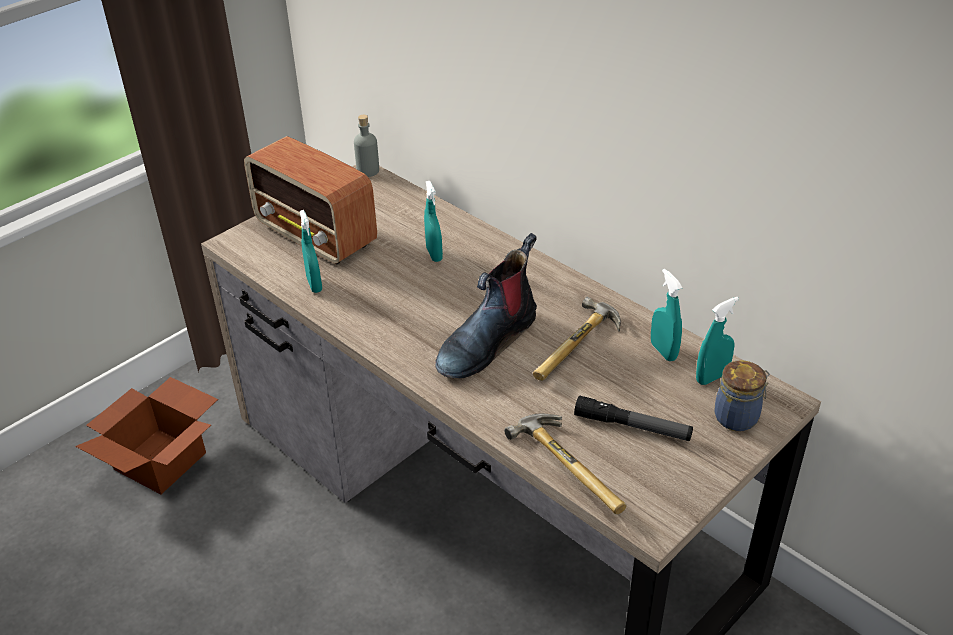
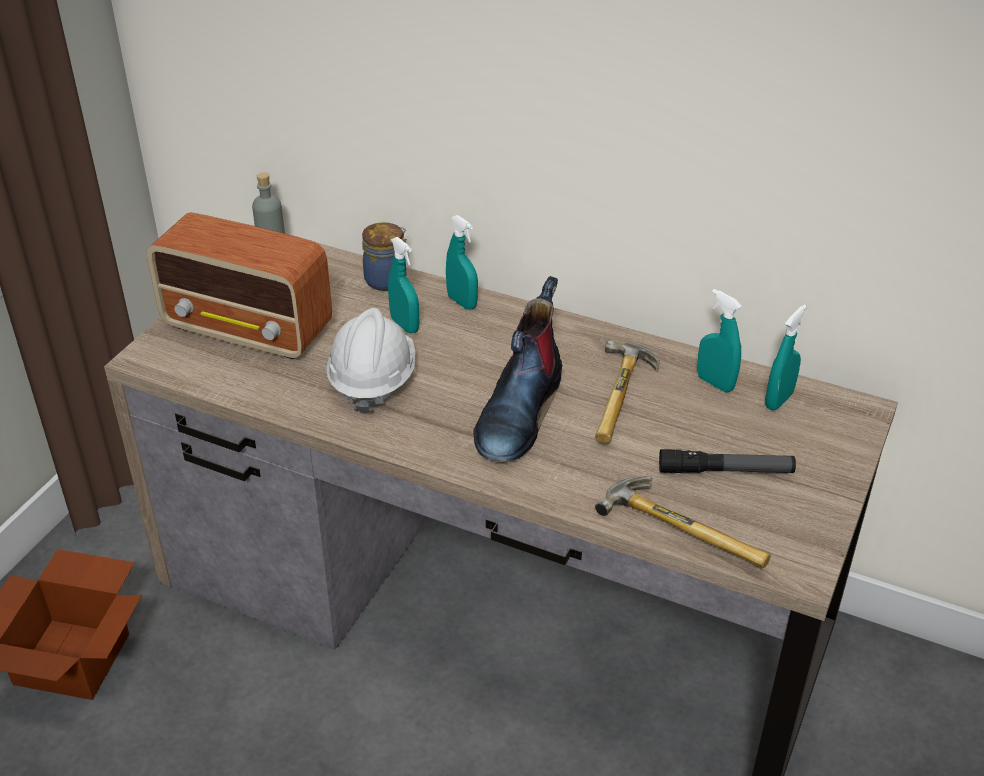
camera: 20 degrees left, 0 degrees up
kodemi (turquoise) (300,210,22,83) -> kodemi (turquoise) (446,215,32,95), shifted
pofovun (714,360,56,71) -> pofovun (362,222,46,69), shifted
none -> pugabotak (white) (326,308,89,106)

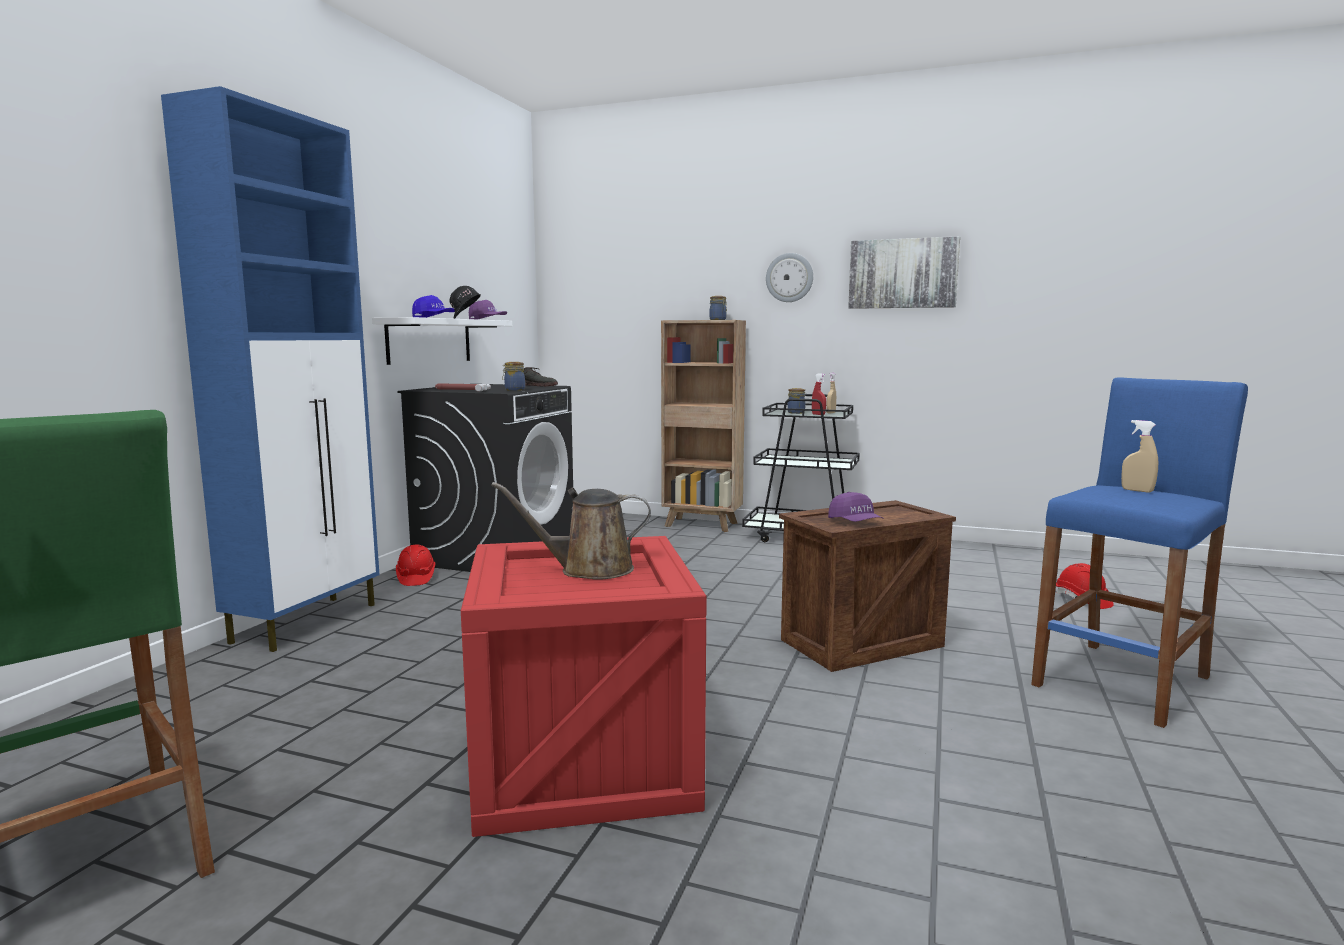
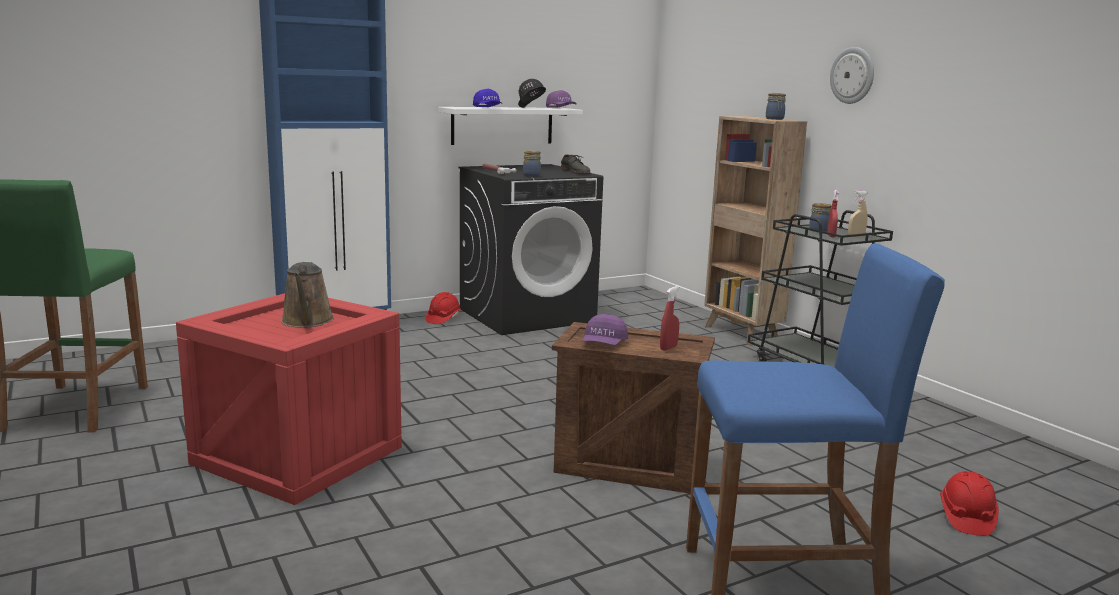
camera: 40 degrees right, 5 degrees up
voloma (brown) (491,482,160,98) -> voloma (brown) (281,261,53,67), 135 degrees counterclockwise
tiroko (848,236,112,73) -> none
kodemi (beige) (1121,420,38,73) -> none
none -> kodemi (red) (660,286,19,65)

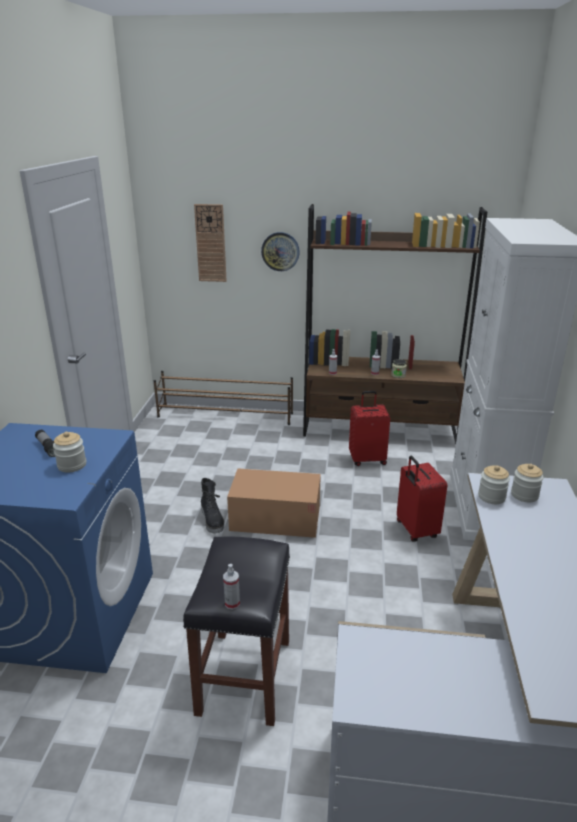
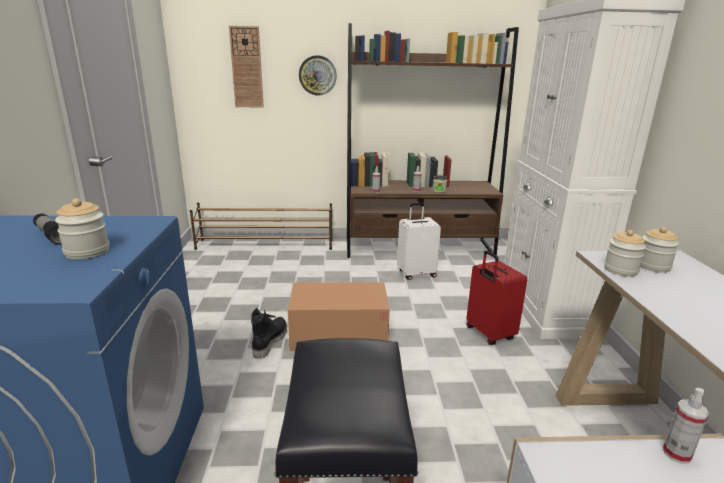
camera: 10 degrees left, 5 degrees down
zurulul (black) (201,478,23,56) -> zurulul (black) (251,308,36,51), 135 degrees counterclockwise
kodemi (223,564,17,46) -> kodemi (663,388,46,76), shifted
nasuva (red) (349,391,41,75) -> nasuva (white) (397,203,44,77)

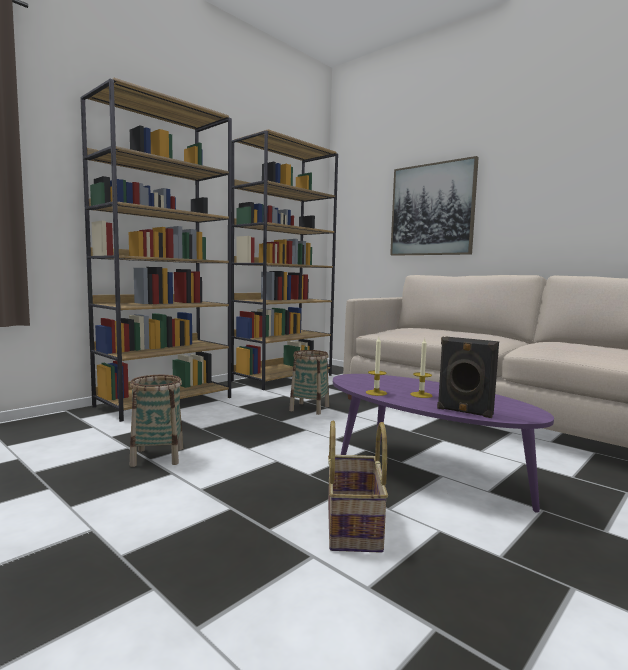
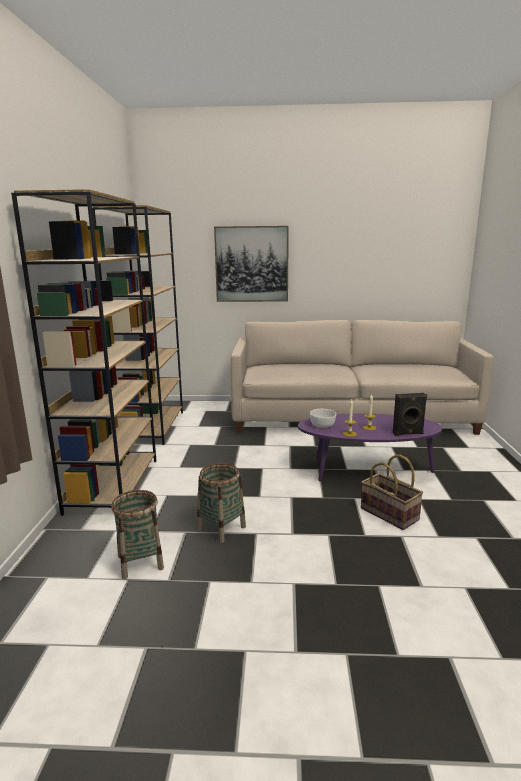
camera: 40 degrees left, 10 degrees up
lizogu (289,350,40,65) -> lizogu (111,490,53,89), shifted
none -> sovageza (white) (310,409,26,19)

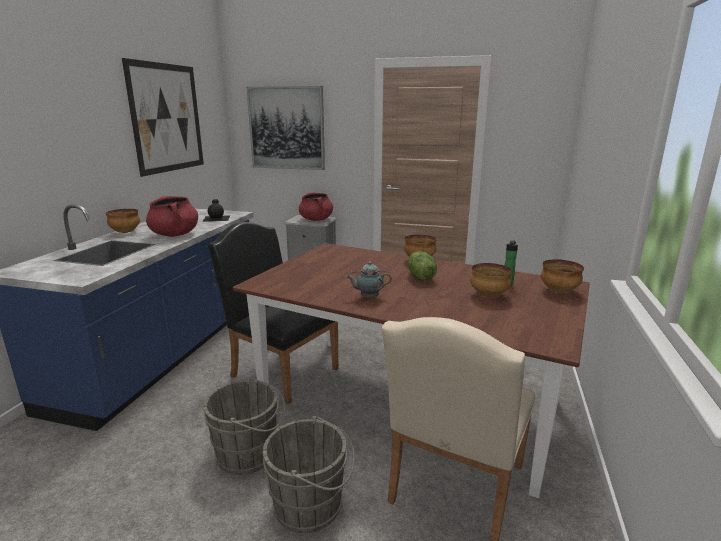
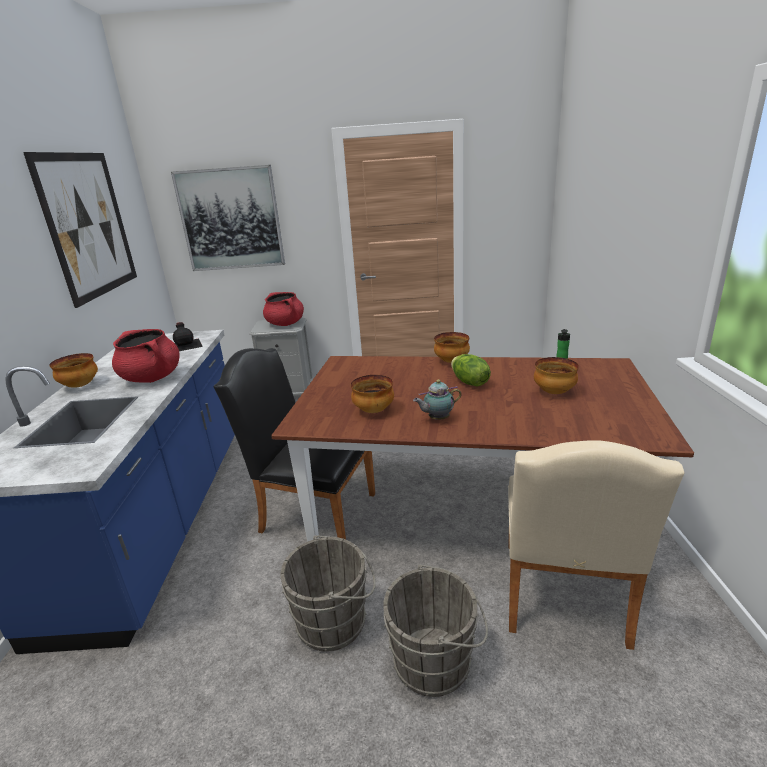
camera: 15 degrees left, 5 degrees up
sovageza (541,259,43,34) -> sovageza (351,375,43,38), shifted

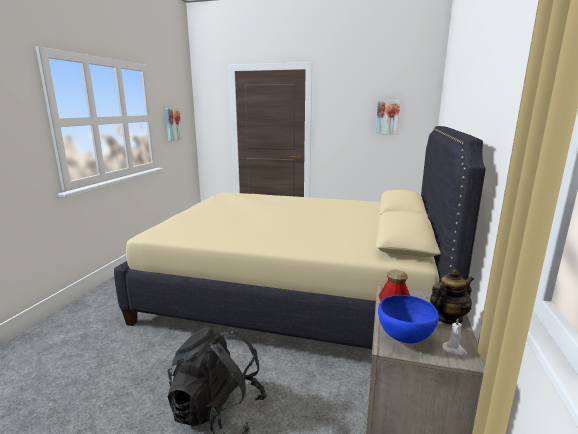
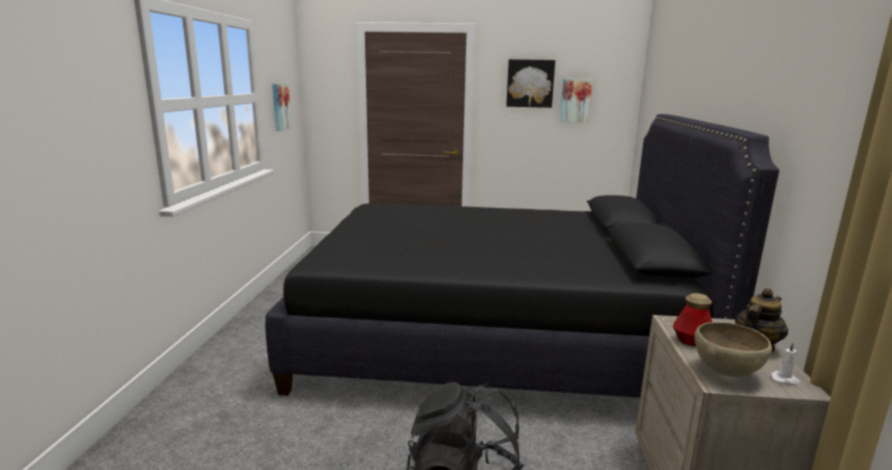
camera: 10 degrees left, 0 degrees up
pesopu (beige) (114,126,372,223) -> pesopu (black) (265,114,514,284)
sovageza (blue) (378,295,61,48) -> sovageza (brown) (694,322,78,55)
none -> tiroko (506,59,49,49)

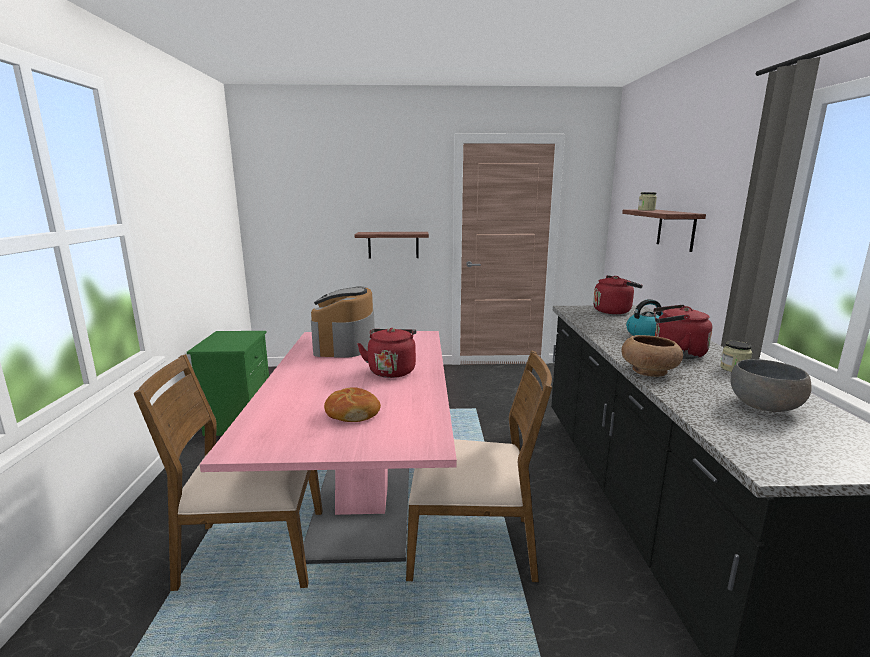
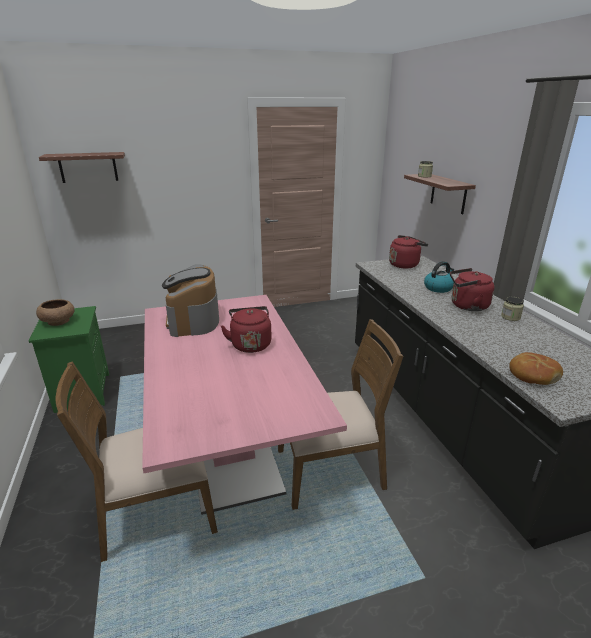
camera: 15 degrees left, 10 degrees up
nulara (324,387,57,35) -> nulara (509,352,54,33), shifted
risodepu (355,232,74,26) -> risodepu (39,152,86,31), shifted
sovageza (brown) (621,335,62,42) -> sovageza (brown) (36,299,39,27), shifted
sovageza (grey) (730,359,82,53) -> none

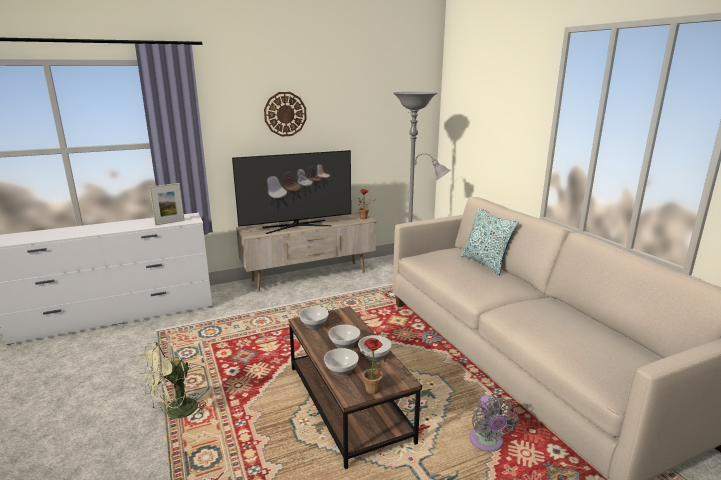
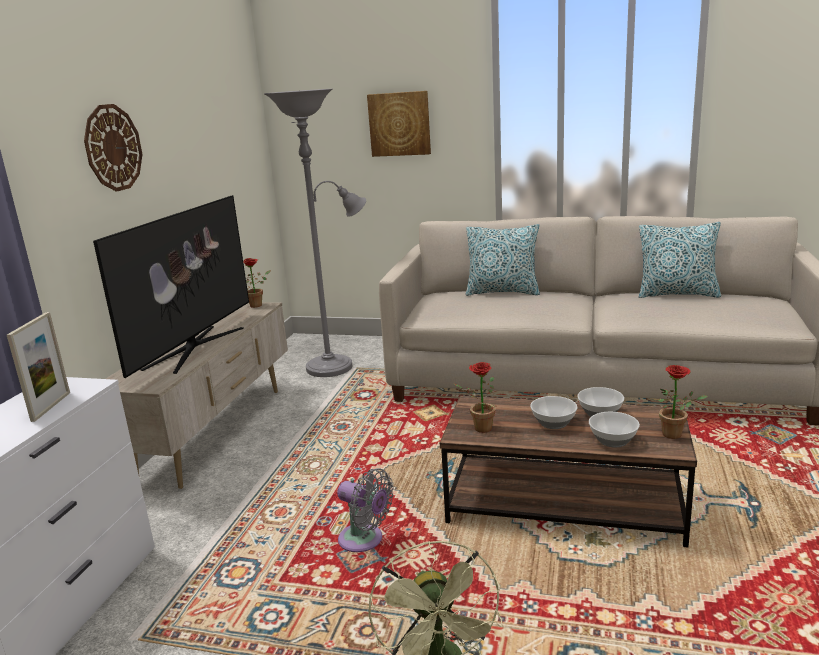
camera: 50 degrees left, 0 degrees up
sovageza (299,307,30,22) -> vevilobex (453,362,43,71)
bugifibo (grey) (469,395,50,57) -> bugifibo (grey) (337,468,57,84), shifted
none -> tiroko (367,91,64,66)
none -> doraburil (639,222,82,76)

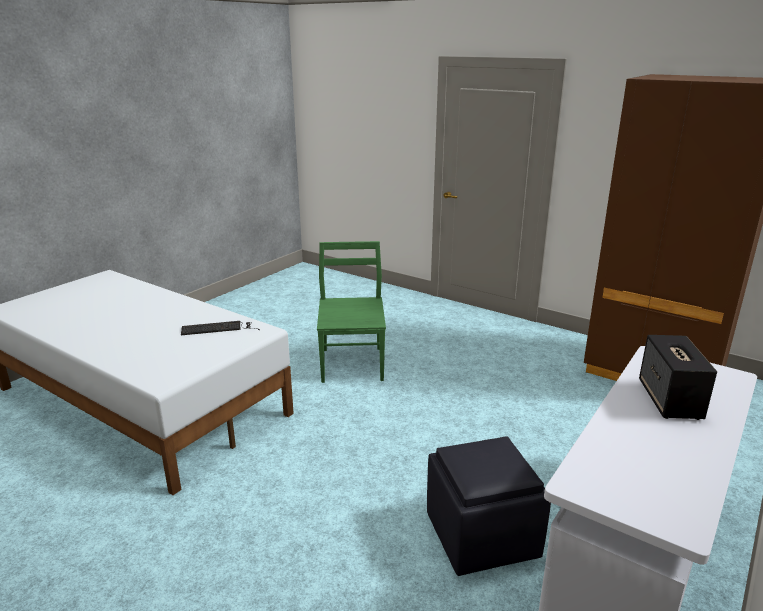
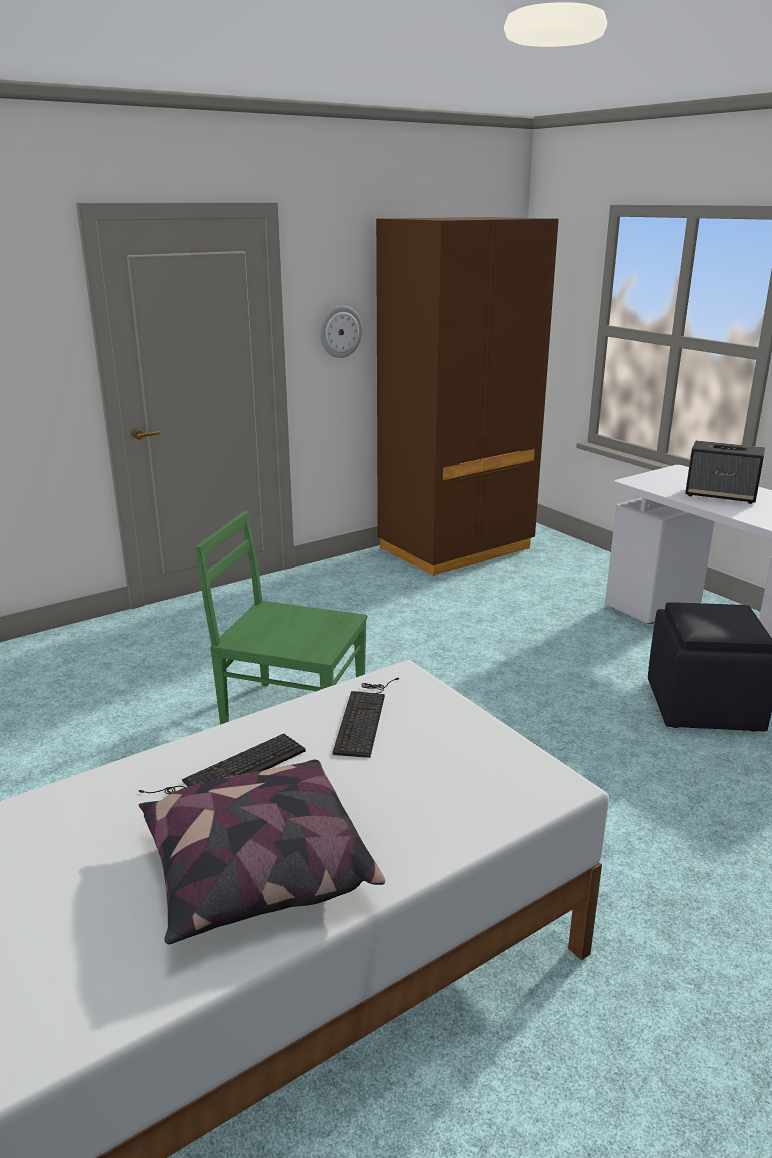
camera: 70 degrees left, 0 degrees up
none -> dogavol (138,734,168,61)
none -> doraburil (139,760,246,184)
none -> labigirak (320,306,43,52)

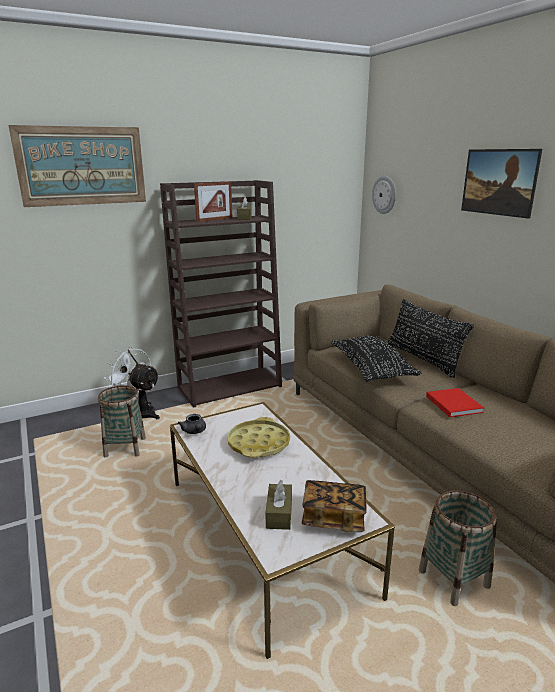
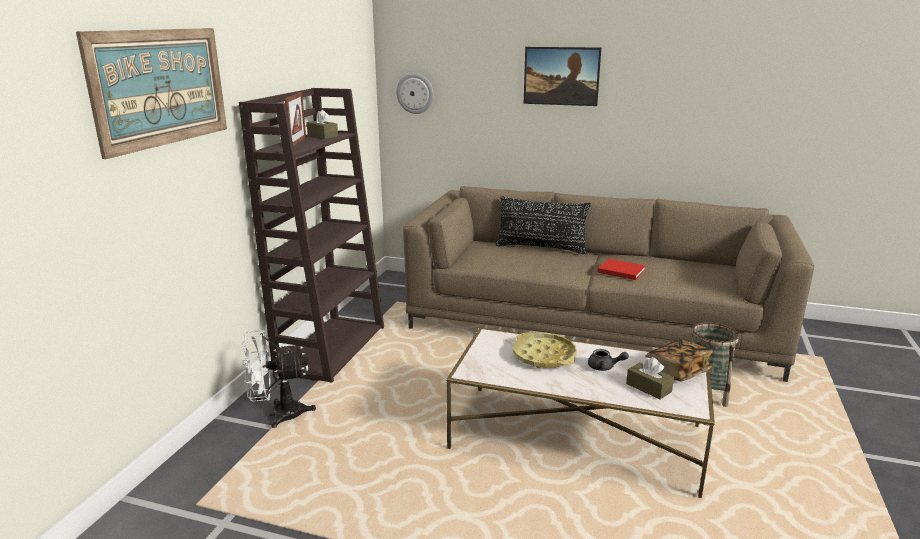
camera: 45 degrees left, 0 degrees up
lizogu (98,385,48,73) -> none
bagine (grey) (178,414,28,20) -> bagine (grey) (588,349,41,22), shifted
doraburil (black) (331,336,91,46) -> none

